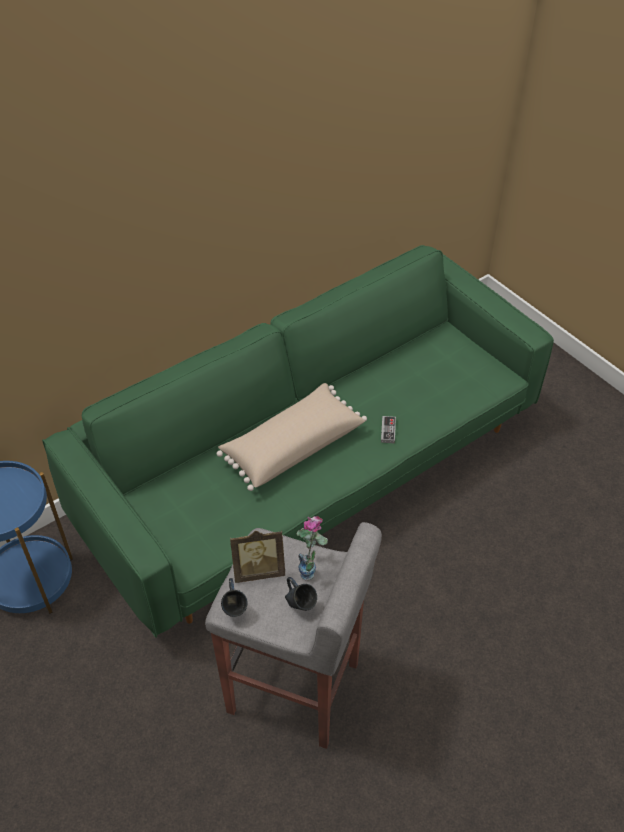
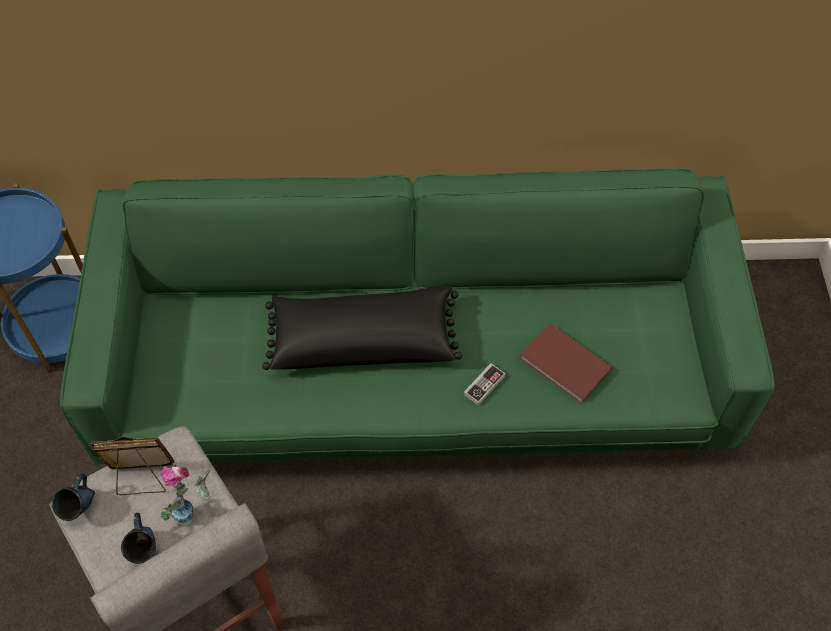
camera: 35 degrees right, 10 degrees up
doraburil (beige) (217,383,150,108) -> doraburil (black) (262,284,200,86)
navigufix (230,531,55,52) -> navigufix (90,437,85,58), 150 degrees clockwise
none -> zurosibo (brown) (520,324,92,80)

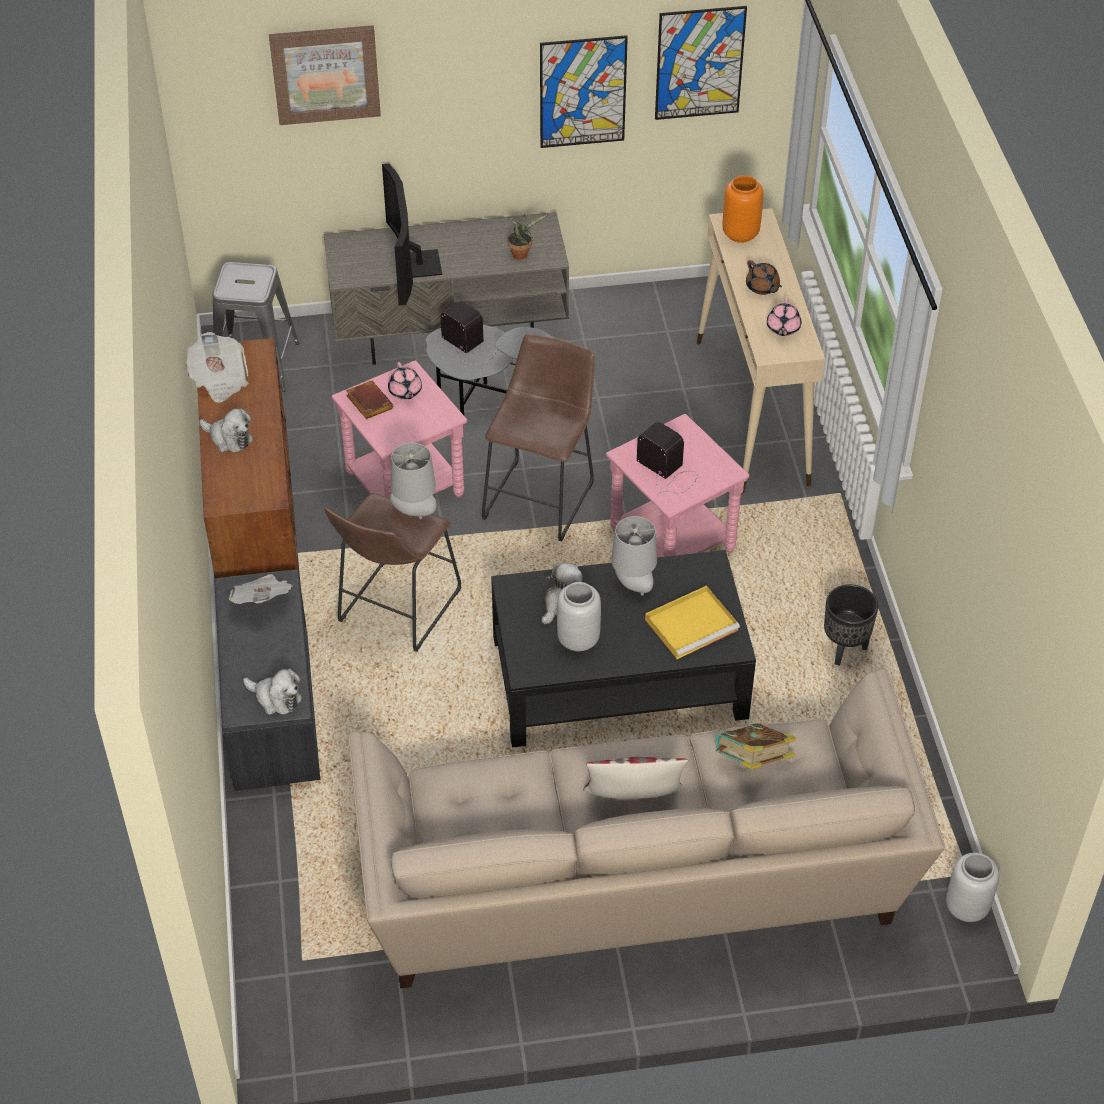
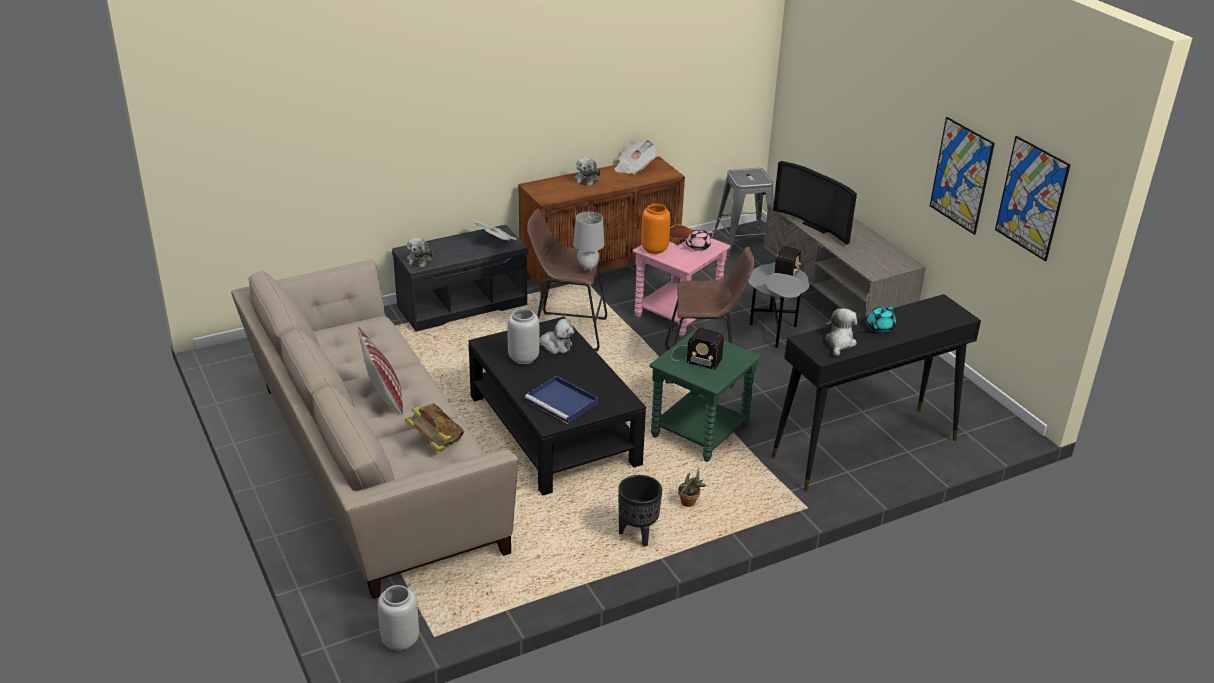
camera: 70 degrees right, 15 degrees down
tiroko (269,25,112,100) -> none
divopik (382,164,60,141) -> divopik (773,161,84,84), 105 degrees counterclockwise
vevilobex (507,214,40,46) -> vevilobex (678,469,29,38), shifted
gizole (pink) (606,414,143,144) -> gizole (green) (649,329,112,133)
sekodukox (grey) (611,516,46,80) -> none
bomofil (637,422,61,72) -> bomofil (671,328,53,42), 90 degrees clockwise
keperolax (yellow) (645,585,95,74) -> keperolax (blue) (525,376,73,48)
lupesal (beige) (697,208,128,286) -> lupesal (black) (771,294,210,197)
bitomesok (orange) (722,175,41,68) -> bitomesok (orange) (641,204,29,50), shifted
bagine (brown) (746,260,36,35) -> bagine (turquoise) (867,307,29,26)
bagine (pink) (767,298,34,38) -> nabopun (825,308,32,48)

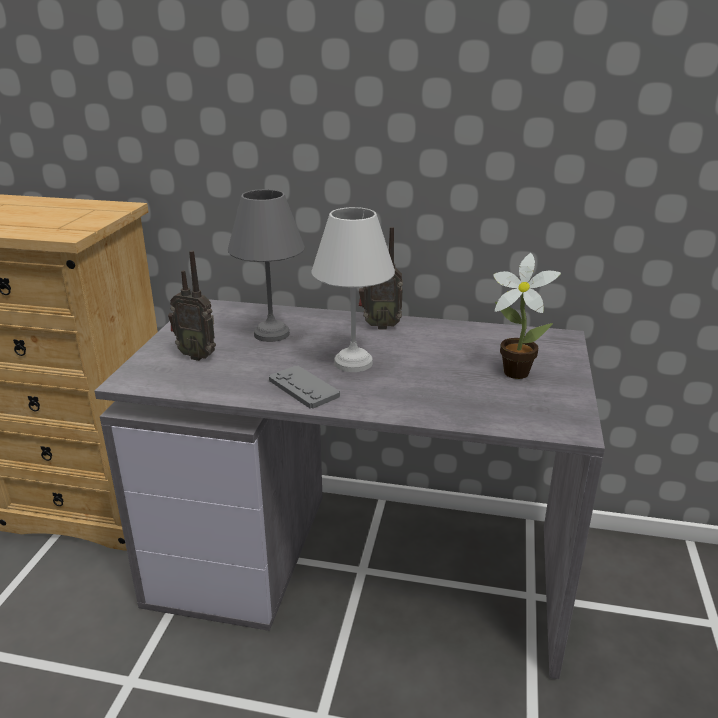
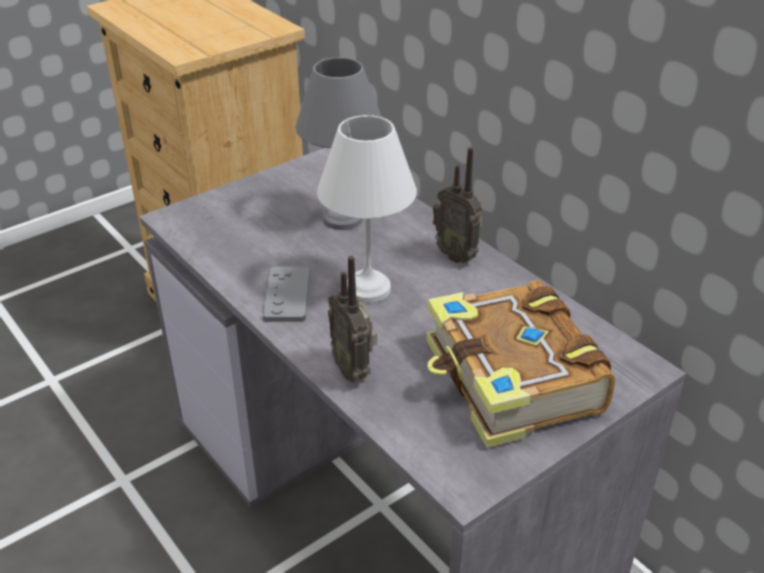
camera: 40 degrees right, 10 degrees up
bomofil (168,251,48,110) -> bomofil (328,256,49,127), shifted
vevilobex (494,253,67,126) -> zurosibo (426,280,189,168)

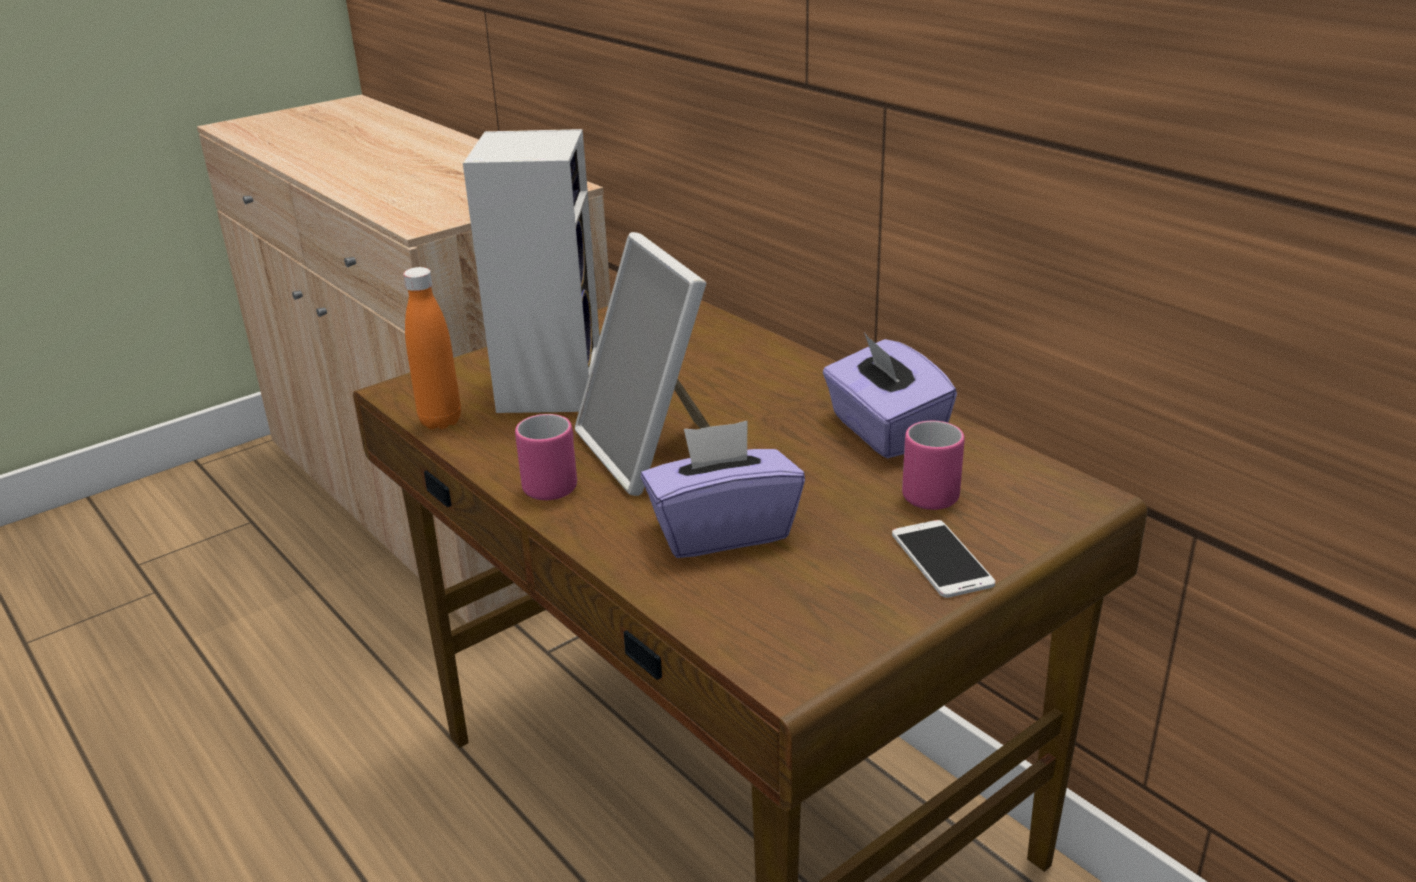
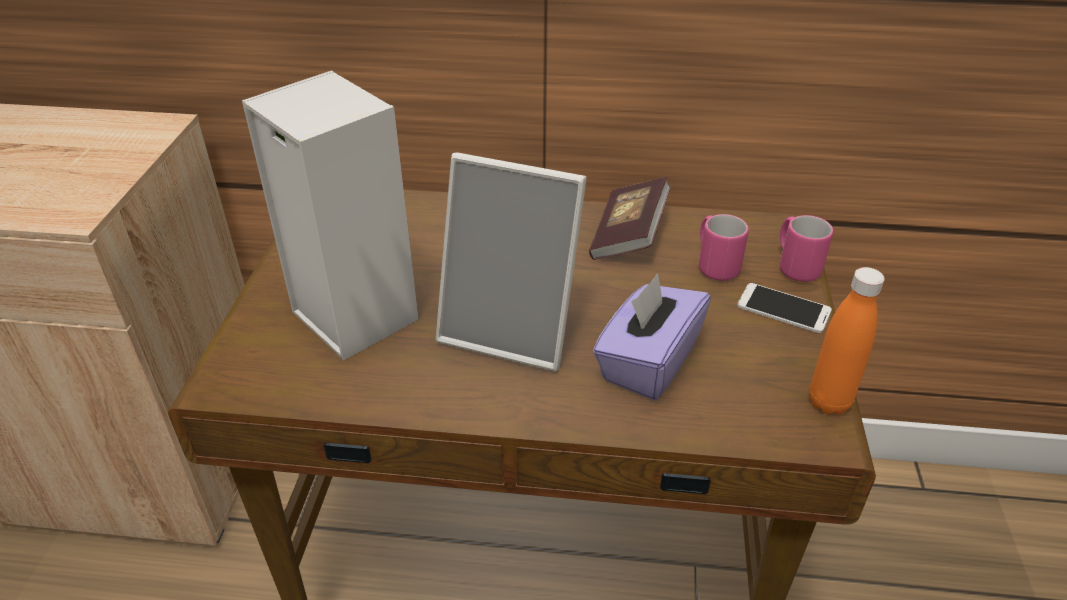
camera: 45 degrees left, 10 degrees up
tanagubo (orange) (403,267,58,162) -> tanagubo (orange) (809,267,76,148), shifted
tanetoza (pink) (515,414,62,86) -> tanetoza (pink) (780,215,53,67), shifted
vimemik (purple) (823,333,134,125) -> zurosibo (589,177,82,83)

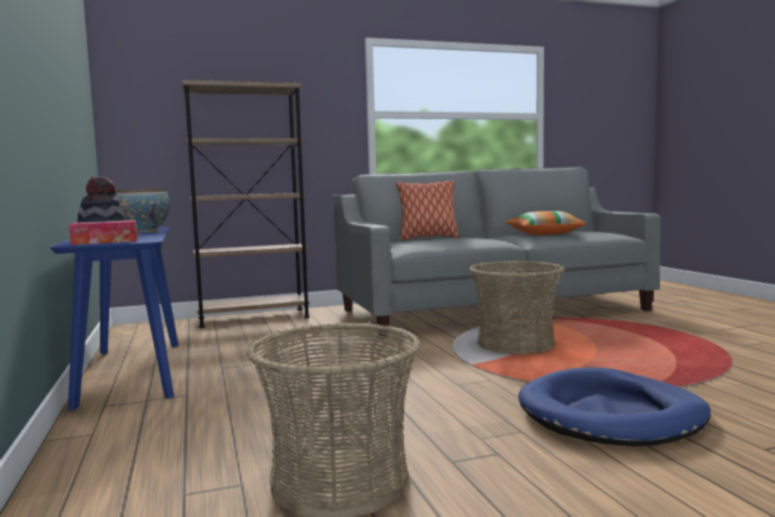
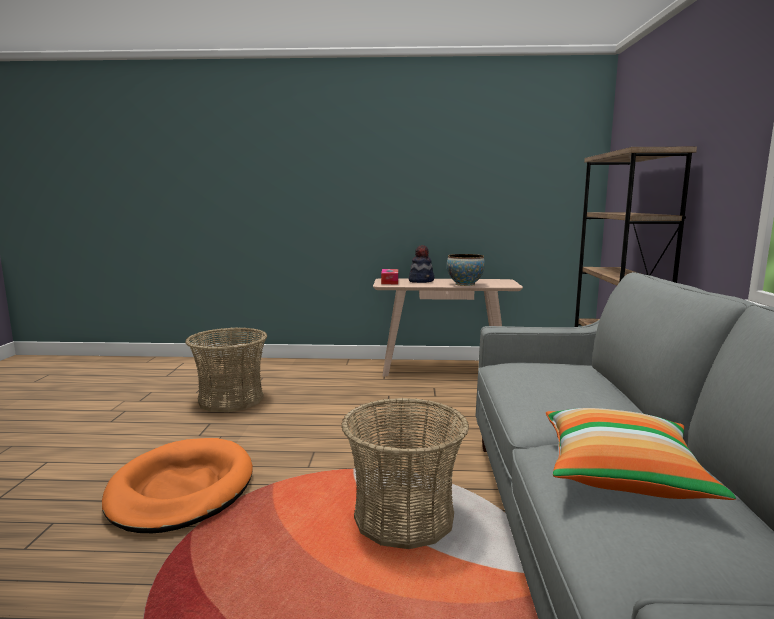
camera: 110 degrees right, 5 degrees up
lupesal (blue) (50,227,129,184) -> lupesal (beige) (373,278,150,99)
doraburil (396,180,64,60) -> none
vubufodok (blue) (518,367,193,79) -> vubufodok (orange) (102,438,151,95)

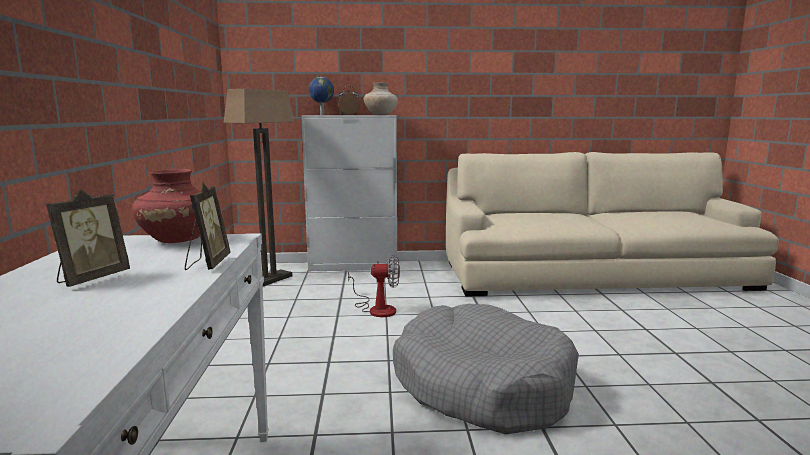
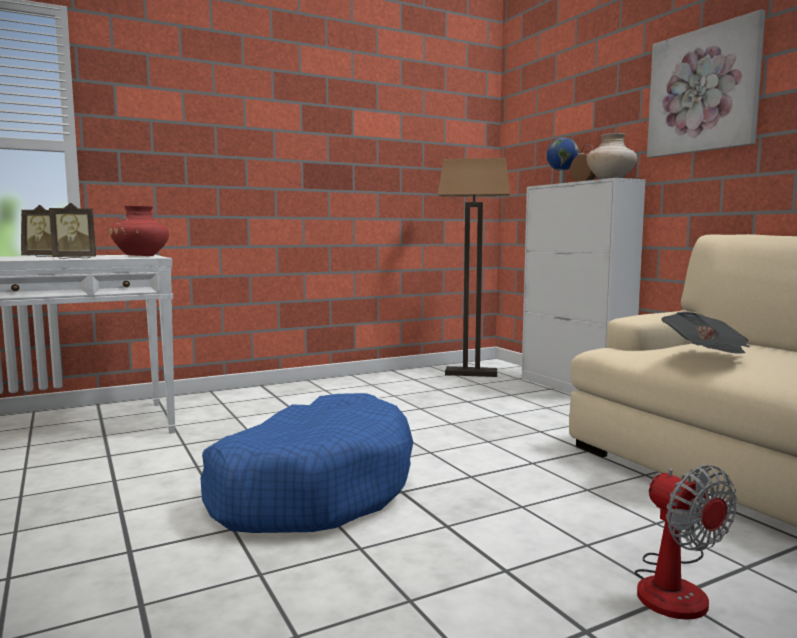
camera: 65 degrees right, 5 degrees down
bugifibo (348,254,52,63) -> bugifibo (635,465,102,155), shifted
vubufodok (grey) (393,304,186,130) -> vubufodok (blue) (201,393,212,140)
none -> tiroko (647,9,118,149)
none -> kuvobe (662,312,87,42)

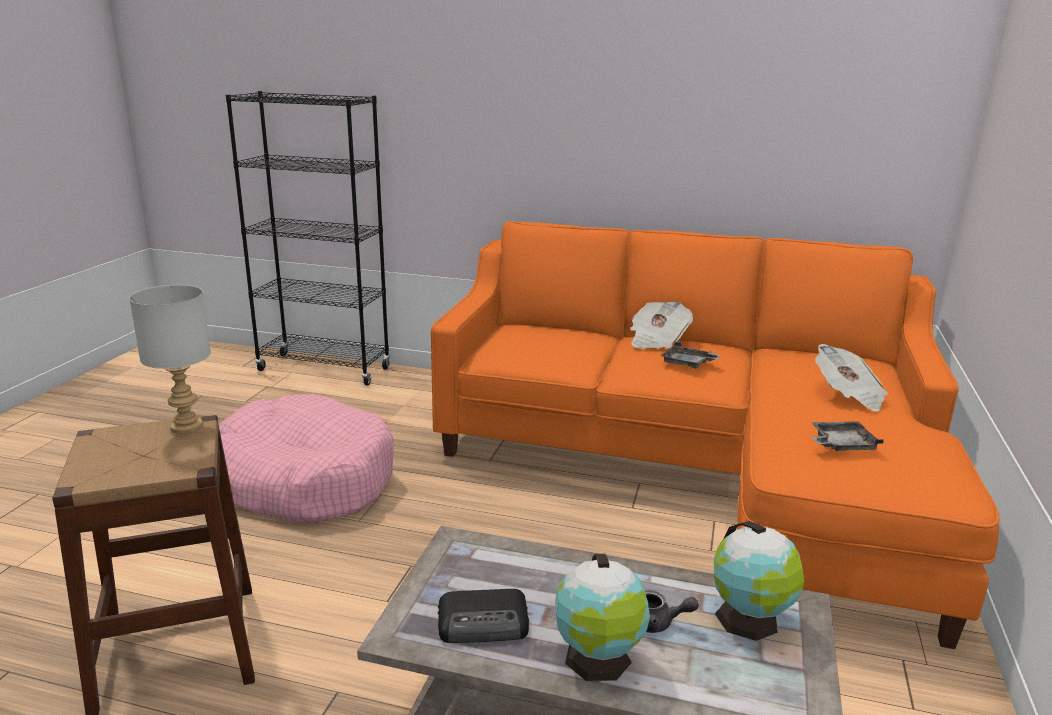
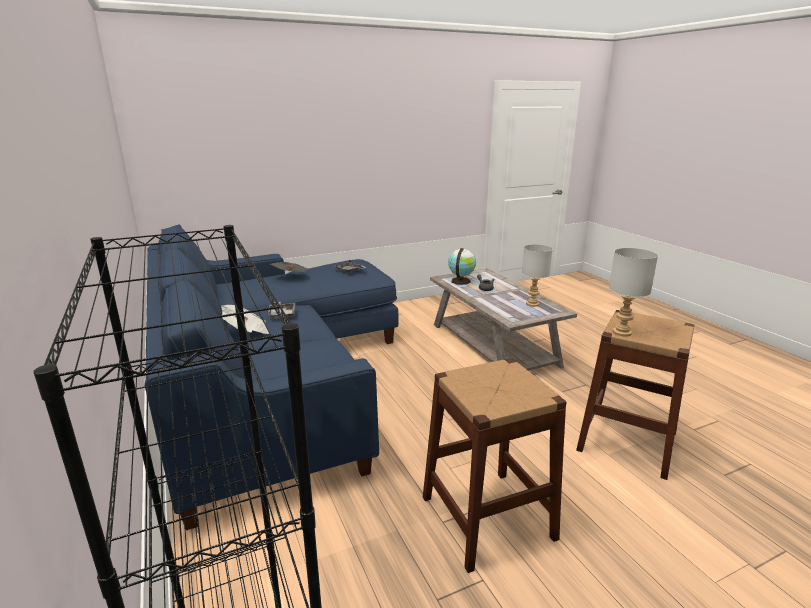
camera: 130 degrees left, 0 degrees up
vubufodok (pink) (219,394,175,130) -> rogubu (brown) (423,358,144,215)
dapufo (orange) (431,221,569,428) -> dapufo (blue) (145,224,253,306)
bomofil (438,589,91,54) -> sekodukox (grey) (522,244,31,63)
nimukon (555,554,95,127) -> none

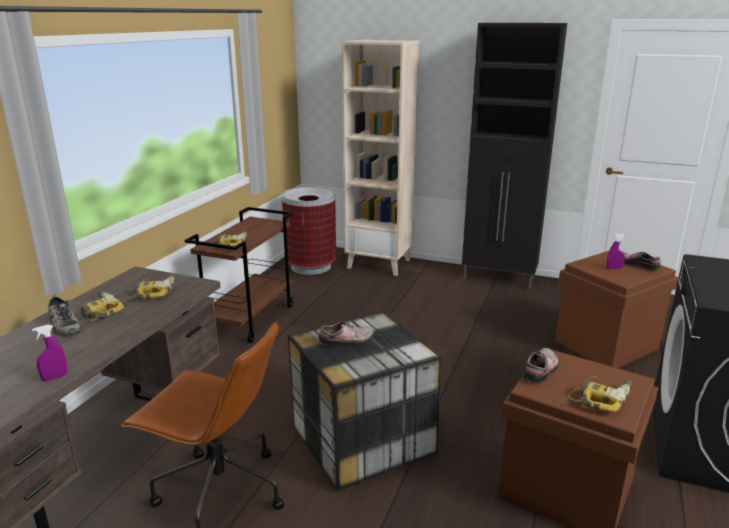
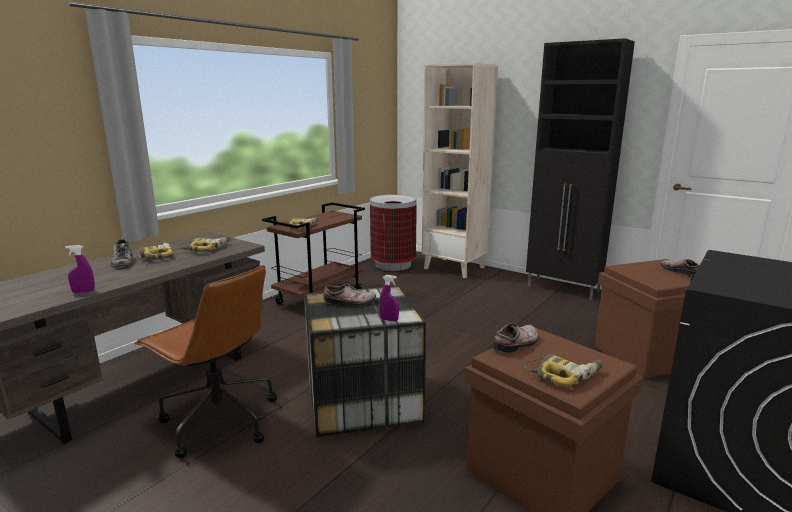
camera: 15 degrees right, 5 degrees down
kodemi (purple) (607,234,20,36) -> kodemi (purple) (379,275,20,47), shifted

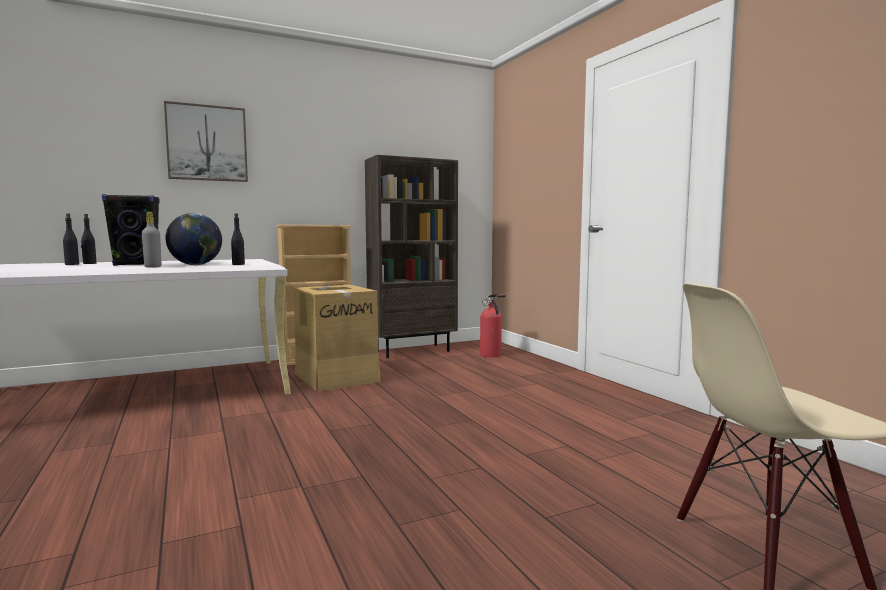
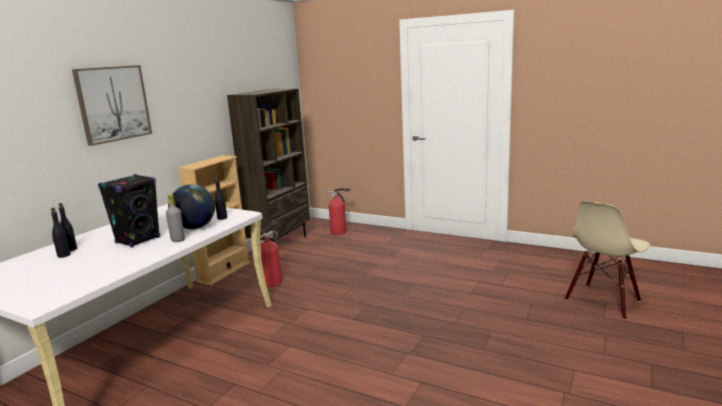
camera: 35 degrees left, 10 degrees up
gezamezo (294,285,86,107) -> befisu (260,221,22,66)

